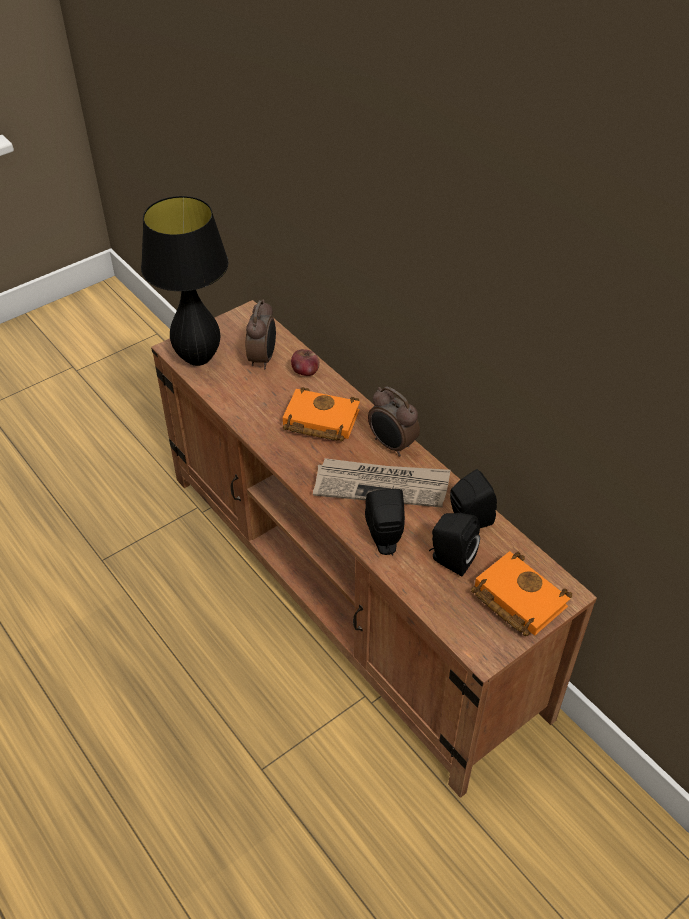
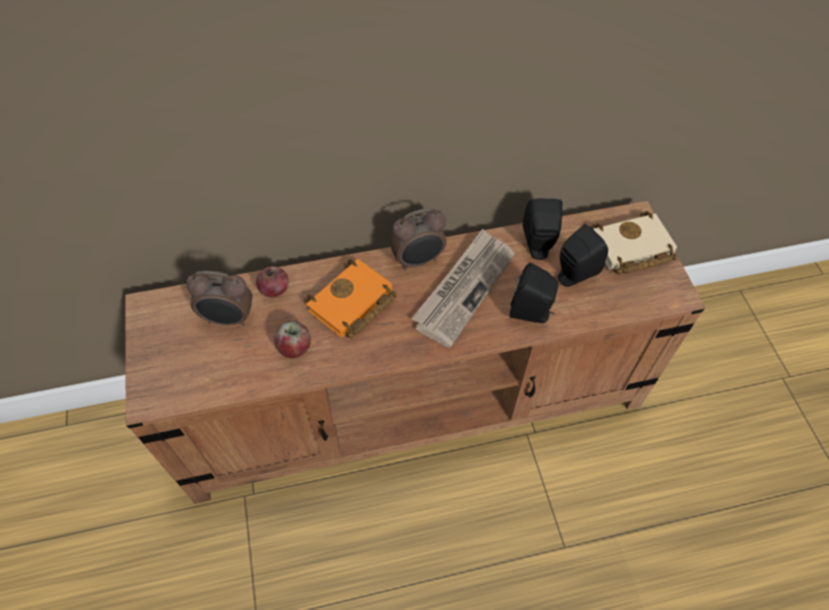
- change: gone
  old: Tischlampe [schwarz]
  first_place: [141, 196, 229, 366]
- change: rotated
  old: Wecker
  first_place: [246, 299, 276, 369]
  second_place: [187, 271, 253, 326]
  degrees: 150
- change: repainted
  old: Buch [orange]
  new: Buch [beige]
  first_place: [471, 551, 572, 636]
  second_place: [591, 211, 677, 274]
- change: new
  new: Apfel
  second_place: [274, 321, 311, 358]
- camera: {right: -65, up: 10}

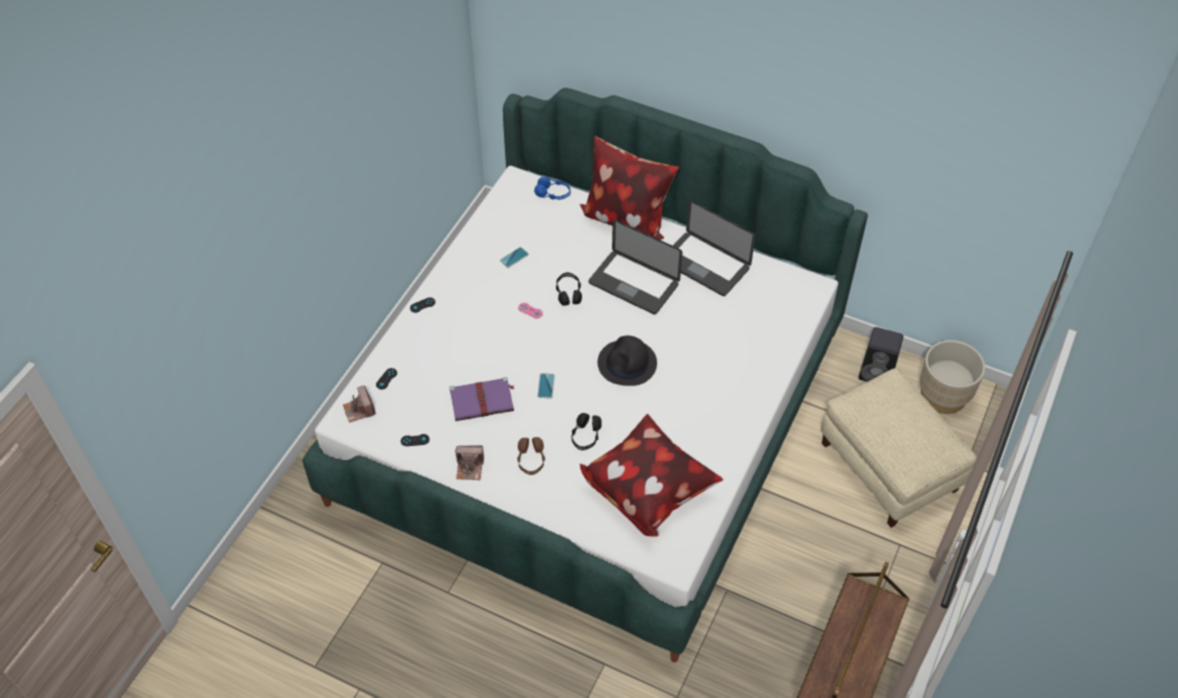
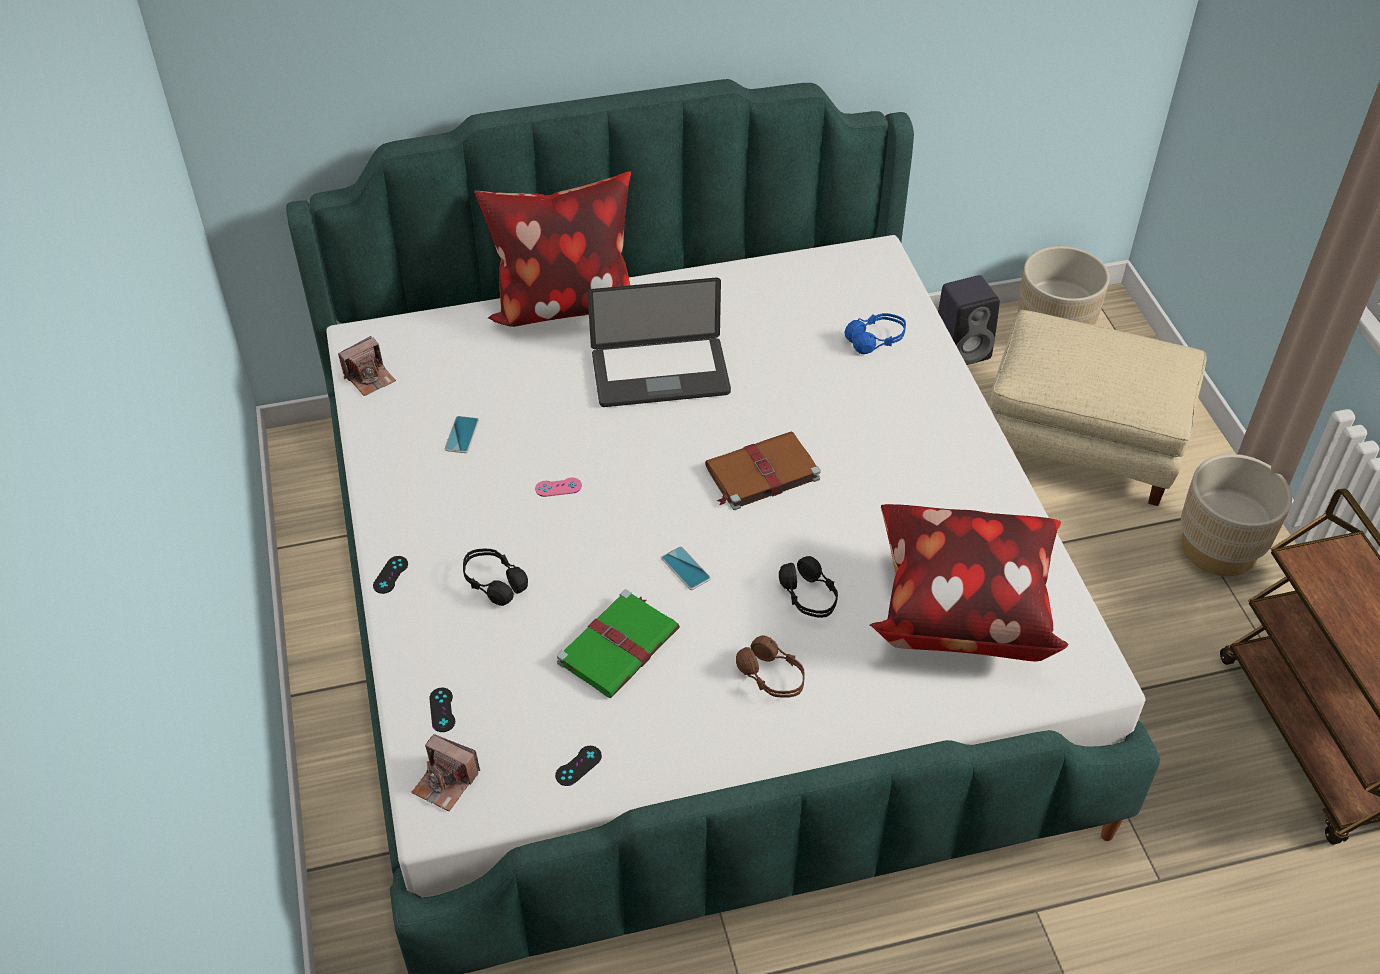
- change: repainted
  old: Buch [lila]
  new: Buch [grün]
  first_place: [449, 377, 515, 421]
  second_place: [557, 589, 680, 698]
- change: shifted
  old: Kamera
  first_place: [455, 445, 484, 480]
  second_place: [338, 336, 396, 396]
- change: shifted
  old: Kopfhörer [blau]
  first_place: [534, 177, 570, 200]
  second_place: [844, 313, 906, 354]
- change: shifted
  old: Kopfhörer [schwarz]
  first_place: [556, 272, 582, 306]
  second_place: [463, 549, 528, 606]
- change: swapped
  old: Hut [schwarz]
  new: Buch [braun]
  first_place: [598, 336, 657, 386]
  second_place: [705, 431, 821, 510]
- change: gone
  old: Laptop
  first_place: [673, 200, 755, 296]
- change: new
  new: Pflanzkübel [beige]
  second_place: [1181, 454, 1292, 576]
- camera: {right: -40, up: -5}

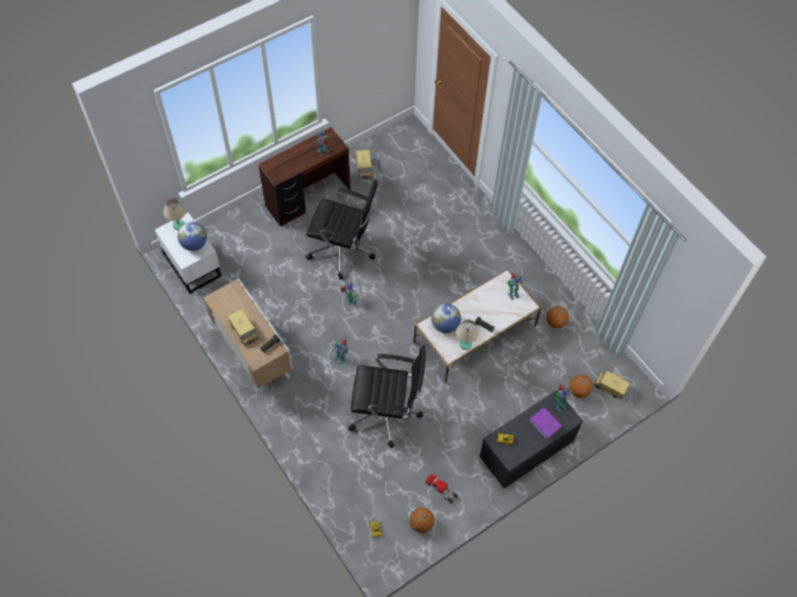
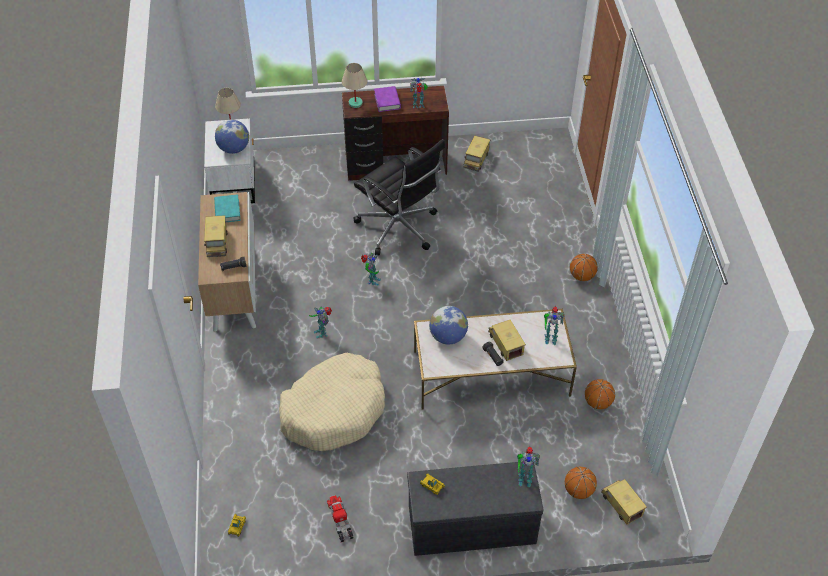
- change: swapped
  old: Bürostuhl [schwarz]
  new: Hundebett [beige]
  first_place: [348, 345, 426, 448]
  second_place: [279, 353, 385, 451]
- change: shifted
  old: Basketball
  first_place: [410, 507, 434, 533]
  second_place: [570, 254, 598, 281]
- change: shifted
  old: Tischlampe [beige]
  first_place: [456, 319, 479, 350]
  second_place: [342, 63, 368, 108]
- change: shifted
  old: Buch [lila]
  first_place: [529, 407, 562, 440]
  second_place: [374, 86, 401, 112]
- change: new
  new: Buch [türkis]
  second_place: [214, 194, 241, 222]
- change: new
  new: Spielzeuglaster
  second_place: [488, 320, 526, 361]
- camera: {right: 30, up: -10}

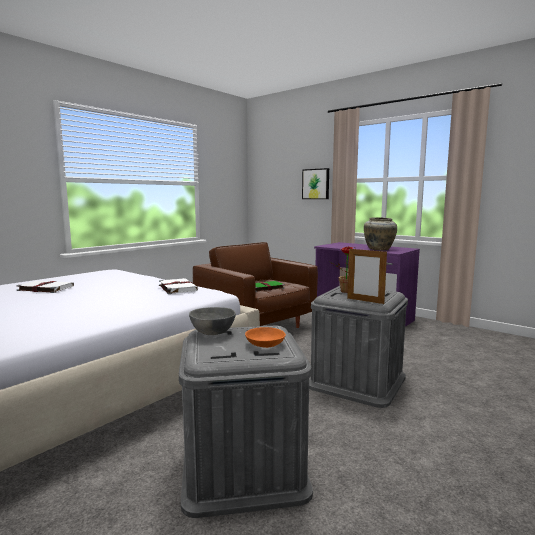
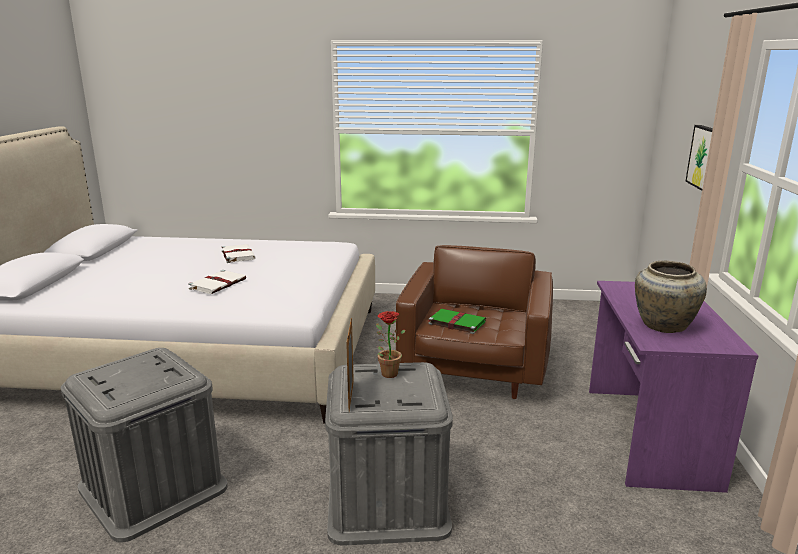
- change: shifted
  old: Buch [weiß]
  first_place: [159, 278, 198, 294]
  second_place: [188, 270, 246, 294]
- change: gone
  old: Schüssel [grau]
  first_place: [189, 307, 236, 335]
- change: gone
  old: Schüssel [orange]
  first_place: [245, 327, 286, 348]
- camera: {right: 55, up: 10}

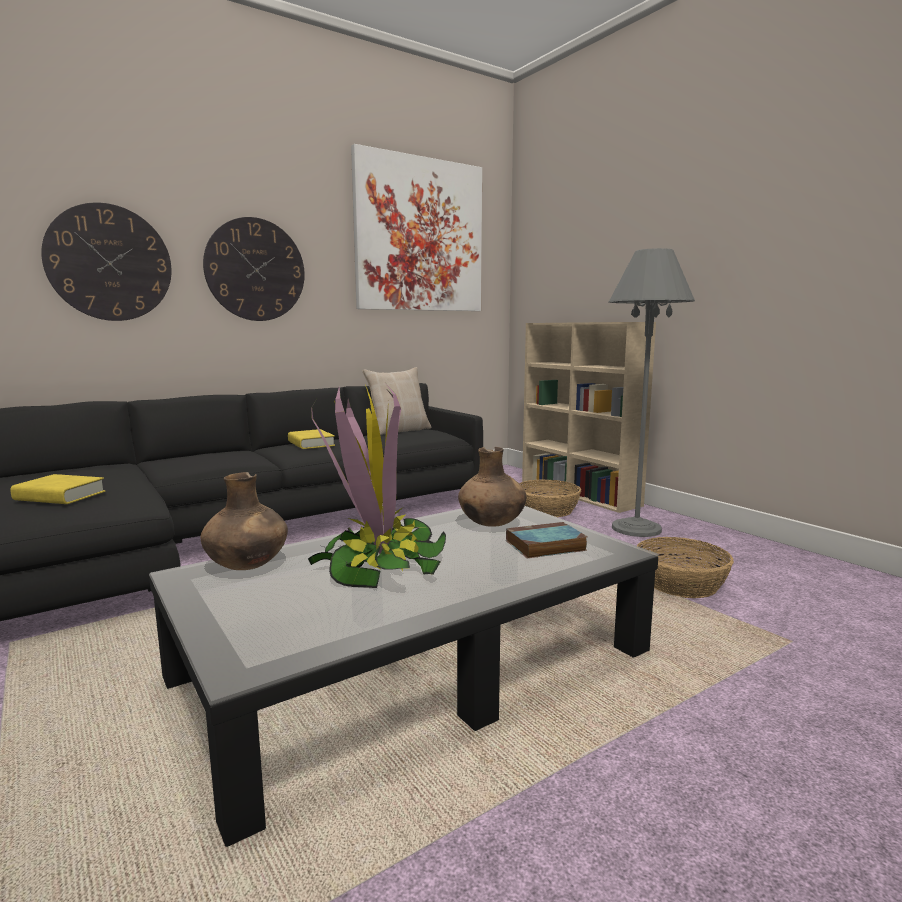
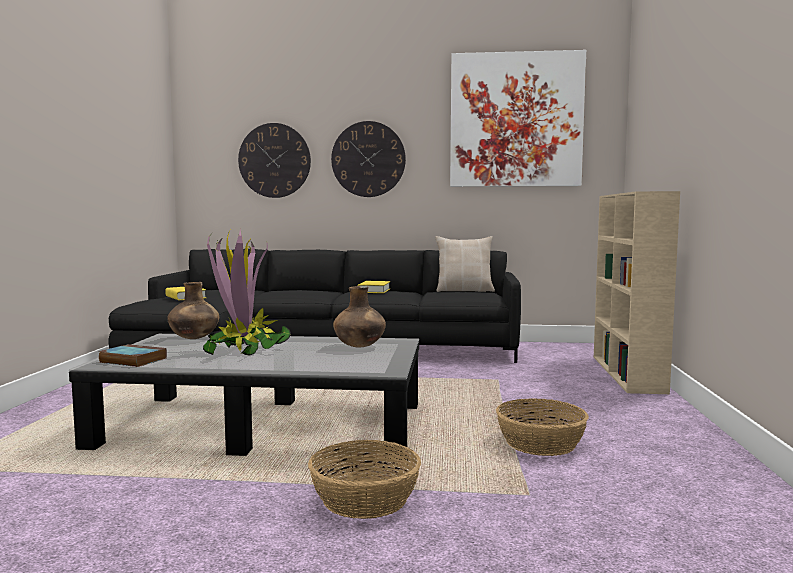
- change: shifted
  old: Buch
  first_place: [506, 522, 588, 558]
  second_place: [98, 344, 167, 367]
- change: shifted
  old: Korb
  first_place: [519, 479, 581, 517]
  second_place: [308, 440, 421, 519]
- change: gone
  old: Stehlampe [grau]
  first_place: [609, 248, 695, 537]
- camera: {right: 40, up: -5}

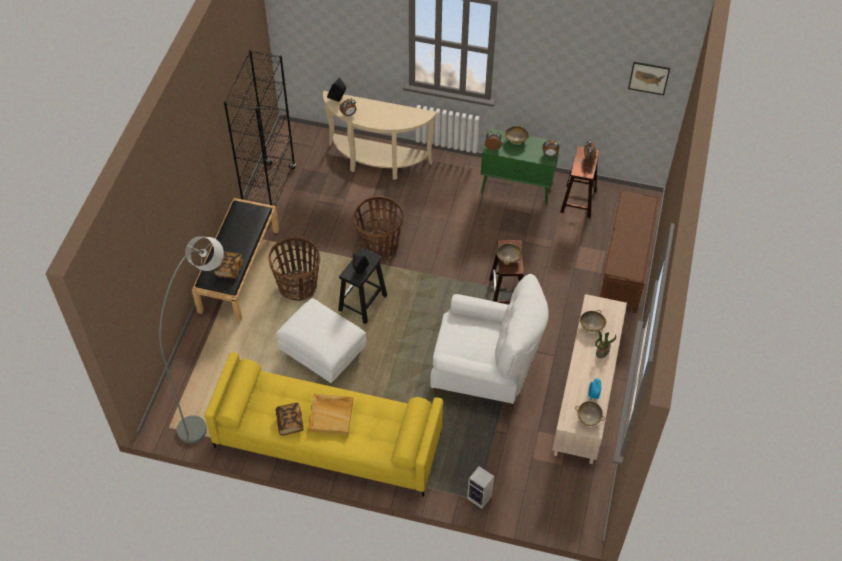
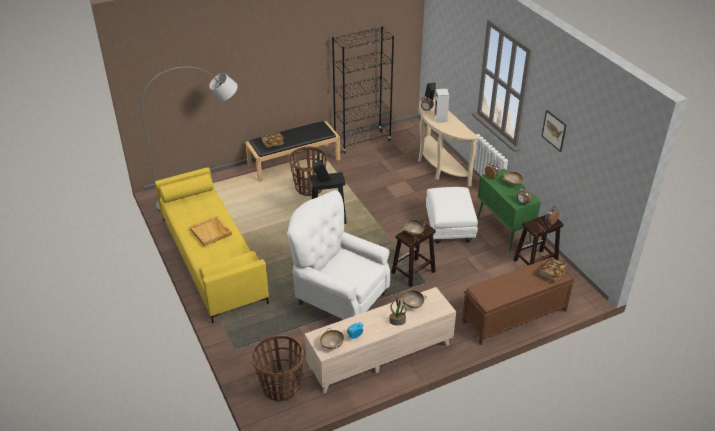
- change: shifted
  old: Polsterhocker [weiß]
  first_place: [276, 298, 367, 383]
  second_place: [426, 187, 478, 244]
- change: shifted
  old: Buch
  first_place: [276, 402, 304, 436]
  second_place: [538, 258, 567, 282]
- change: shifted
  old: Korb
  first_place: [353, 196, 404, 259]
  second_place: [252, 335, 304, 401]
- change: rotated
  old: Sessel [weiß]
  first_place: [430, 274, 549, 408]
  second_place: [287, 190, 390, 320]
  degrees: 150
- change: shifted
  old: Lautsprecher
  first_place: [467, 466, 494, 509]
  second_place: [434, 89, 449, 122]
- change: shifted
  old: Bild
  first_place: [628, 62, 670, 95]
  second_place: [541, 110, 567, 152]
- camera: {right: 50, up: -15}

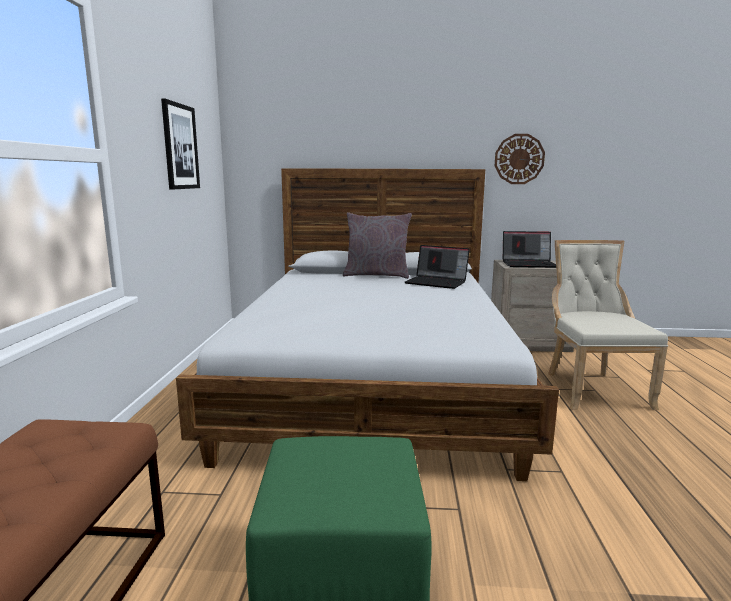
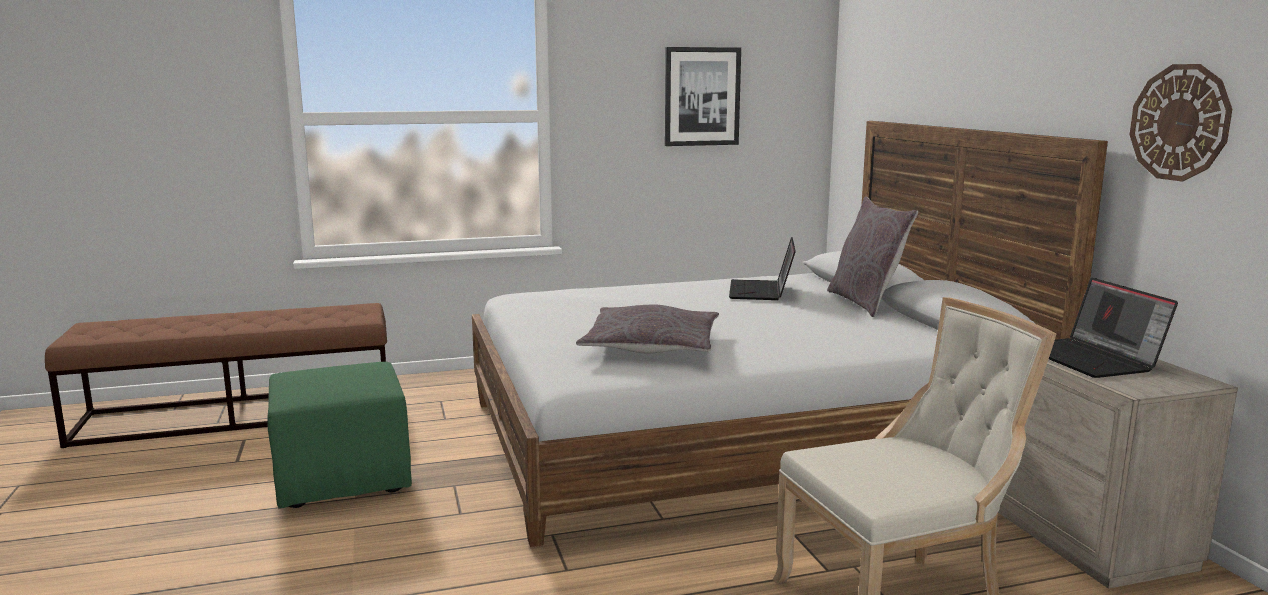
- change: shifted
  old: Laptop
  first_place: [405, 245, 470, 289]
  second_place: [729, 237, 796, 300]
- change: new
  new: Kissen [grau]
  second_place: [576, 304, 719, 353]
- camera: {right: 70, up: 0}

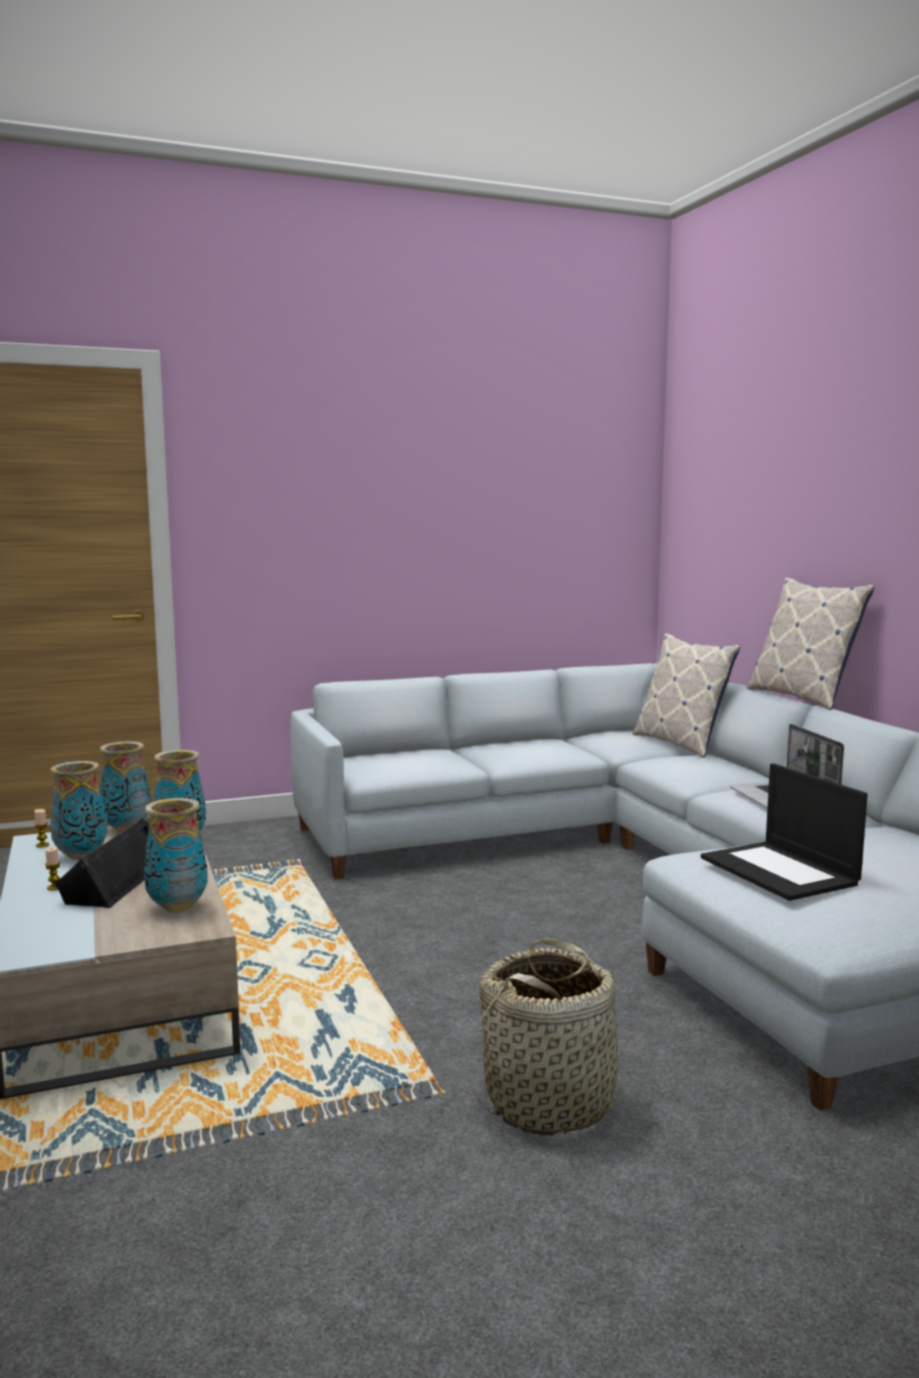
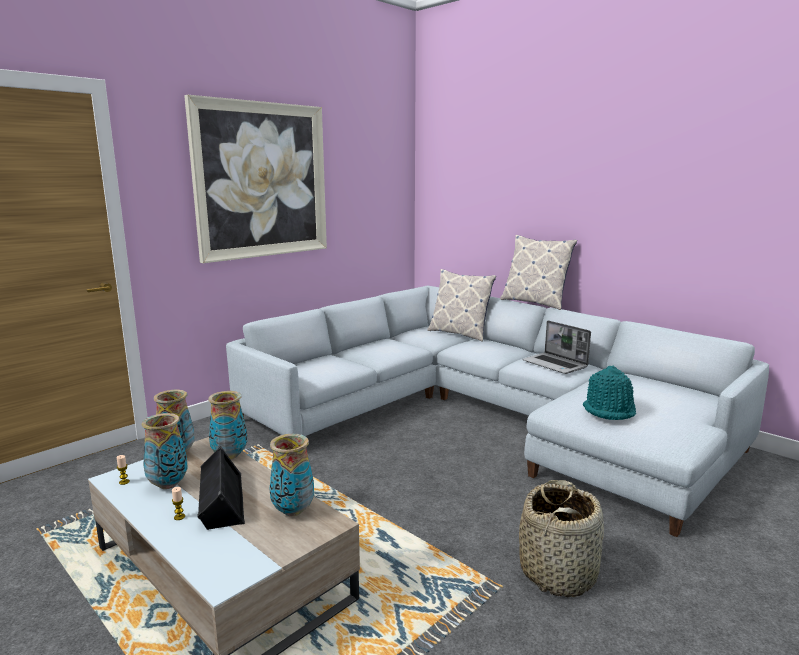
- change: swapped
  old: Laptop
  new: Hut [türkis]
  first_place: [701, 763, 868, 901]
  second_place: [583, 366, 636, 420]
- change: new
  new: Bild
  second_place: [184, 95, 327, 263]
- camera: {right: -25, up: 5}

